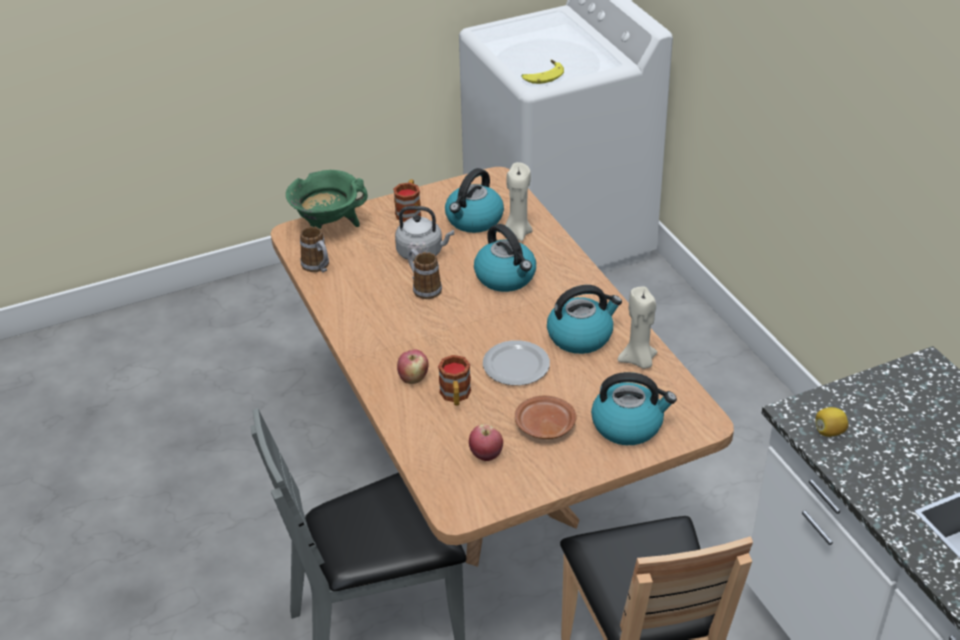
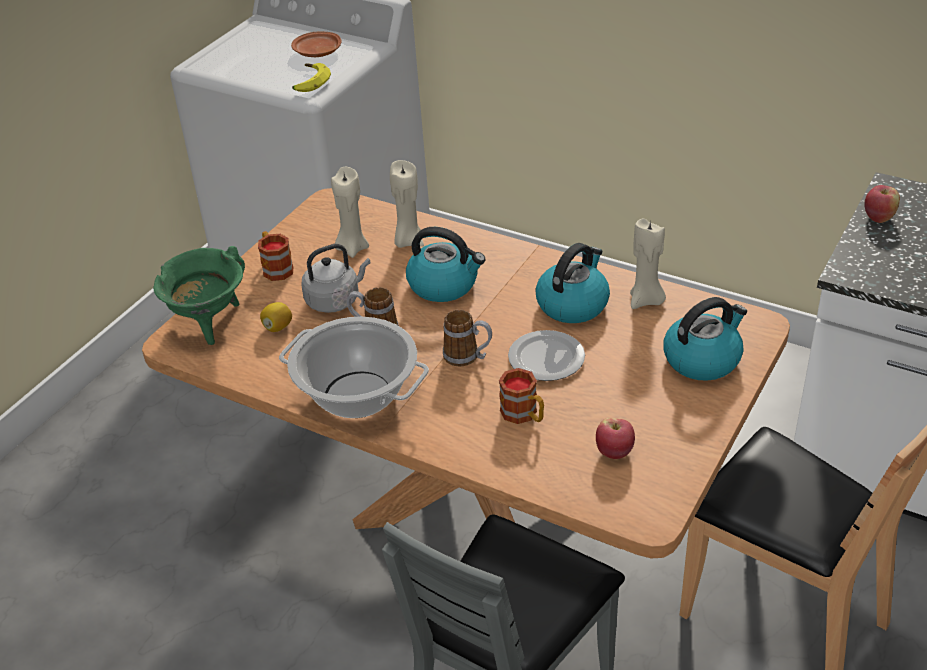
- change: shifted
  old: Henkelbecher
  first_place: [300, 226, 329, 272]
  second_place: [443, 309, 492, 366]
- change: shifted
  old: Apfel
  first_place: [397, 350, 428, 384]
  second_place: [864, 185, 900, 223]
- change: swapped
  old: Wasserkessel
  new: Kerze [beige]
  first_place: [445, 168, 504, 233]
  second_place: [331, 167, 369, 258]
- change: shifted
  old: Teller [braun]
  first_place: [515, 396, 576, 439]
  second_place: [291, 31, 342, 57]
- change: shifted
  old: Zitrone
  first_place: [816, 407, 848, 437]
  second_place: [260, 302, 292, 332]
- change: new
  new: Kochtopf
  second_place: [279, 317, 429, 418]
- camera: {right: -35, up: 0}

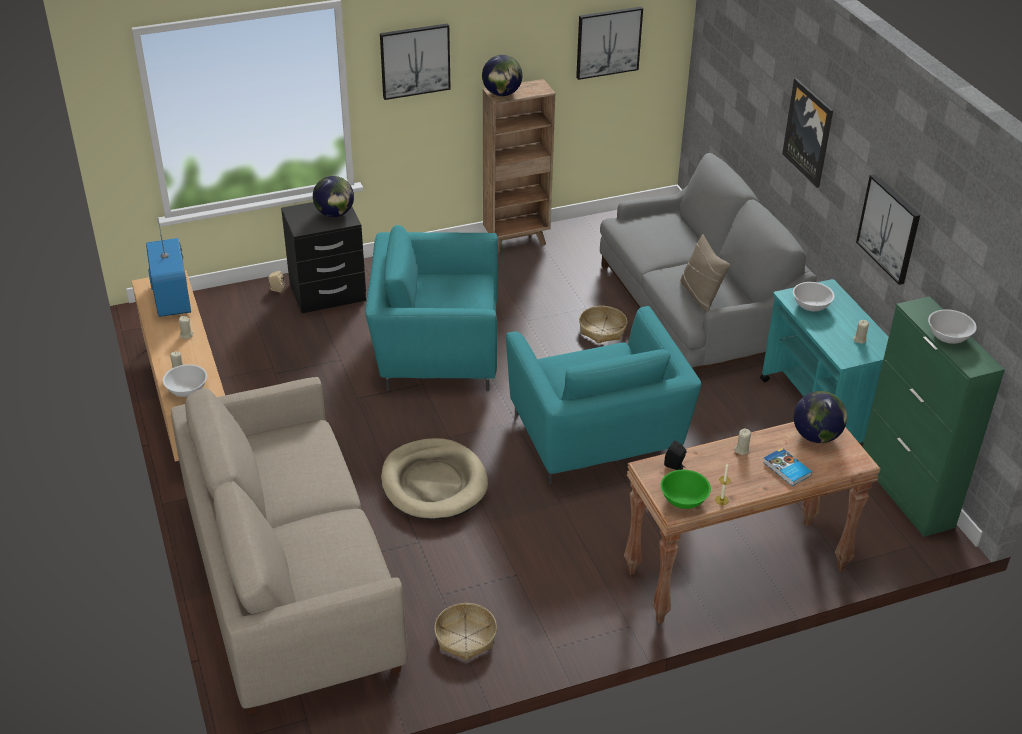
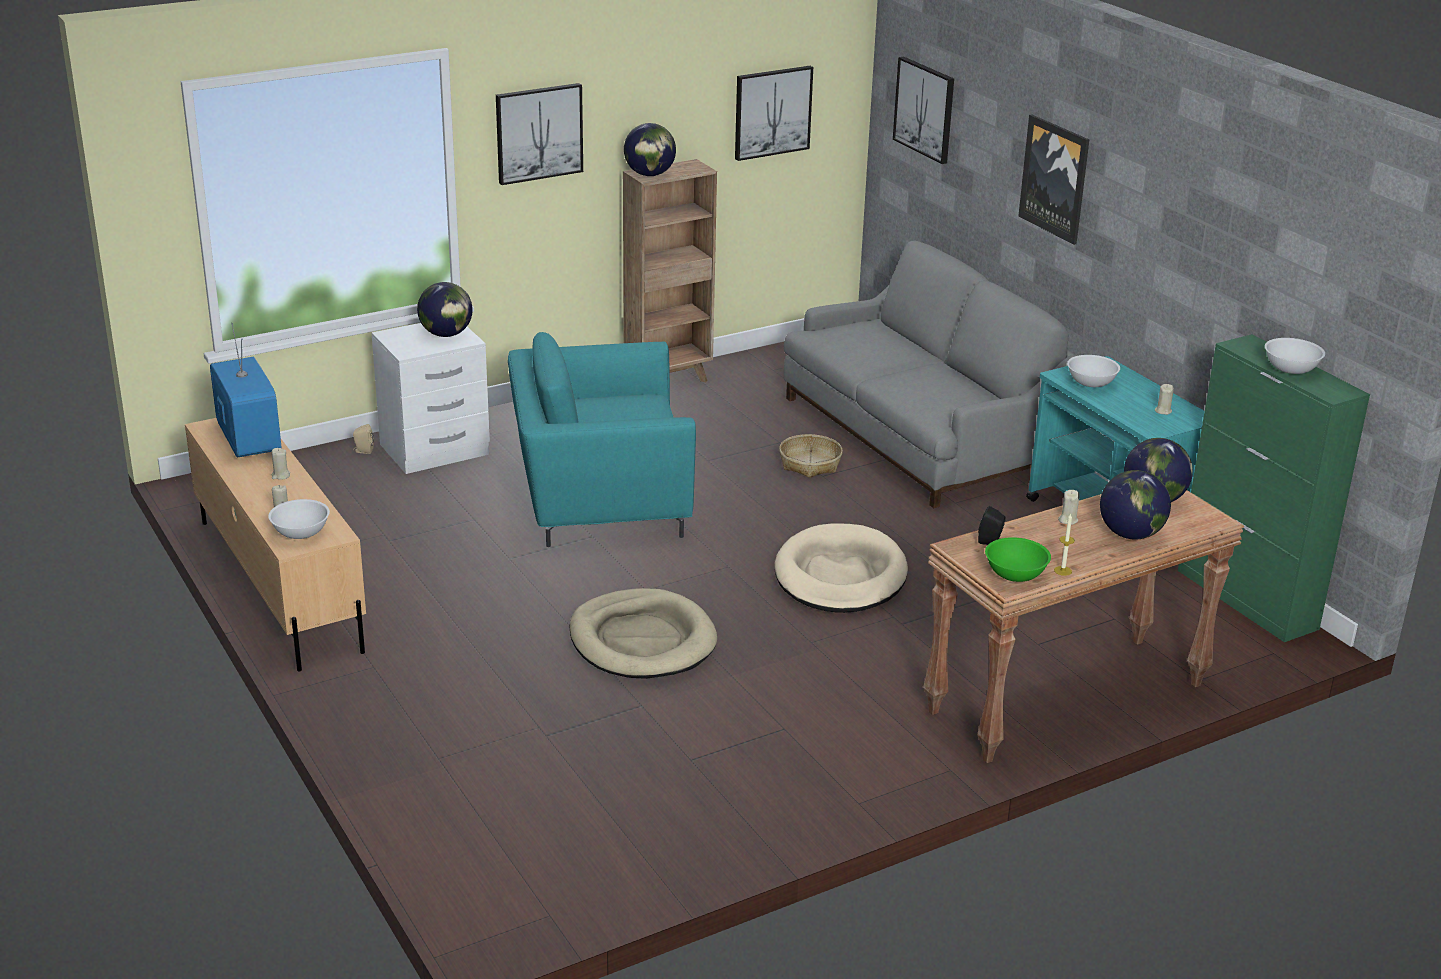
- change: gone
  old: Sofa [beige]
  first_place: [171, 377, 408, 714]
- change: repainted
  old: Nachttisch [schwarz]
  new: Nachttisch [weiß]
  first_place: [281, 202, 366, 313]
  second_place: [372, 323, 490, 474]
- change: gone
  old: Korb
  first_place: [434, 603, 497, 661]
- change: swapped
  old: Sessel [türkis]
  new: Hundebett [beige]
  first_place: [506, 306, 701, 484]
  second_place: [774, 523, 908, 613]
- change: gone
  old: Kissen [beige]
  first_place: [680, 234, 730, 312]
- change: swapped
  old: Buch
  new: Globus
  first_place: [763, 448, 812, 486]
  second_place: [1100, 470, 1171, 540]
- change: shifted
  old: Bild
  first_place: [856, 174, 920, 285]
  second_place: [893, 56, 954, 164]
- camera: {right: -10, up: -10}

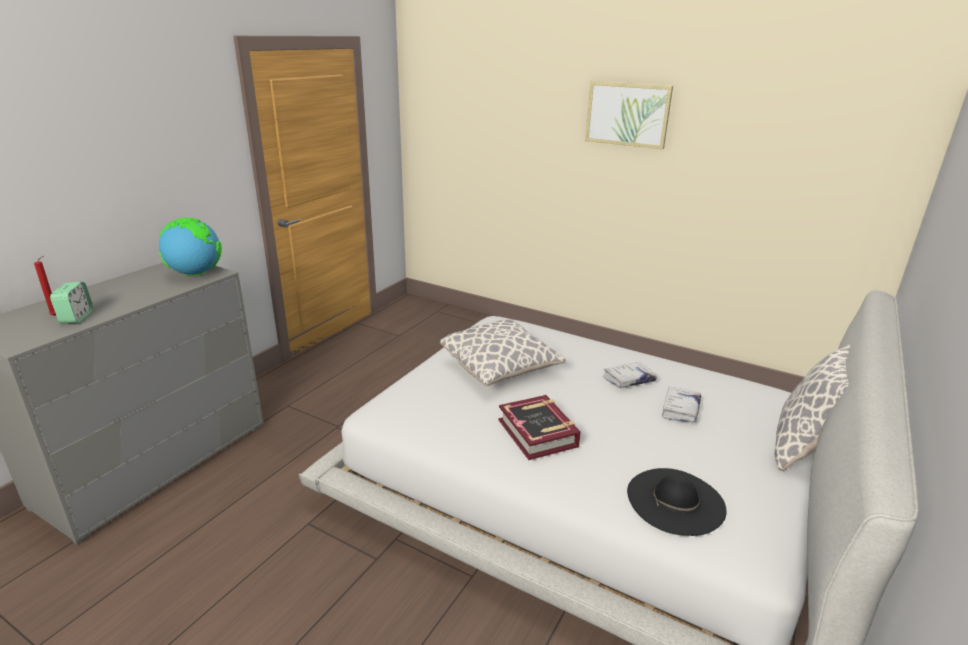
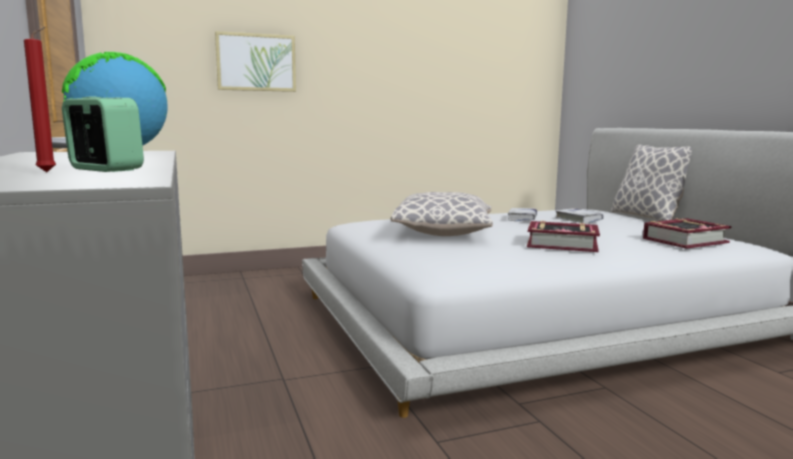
- change: shifted
  old: Bild
  first_place: [585, 81, 673, 149]
  second_place: [215, 31, 296, 92]
- change: swapped
  old: Hut [schwarz]
  new: Buch
  first_place: [627, 468, 727, 536]
  second_place: [643, 218, 732, 249]
- camera: {right: -50, up: -15}

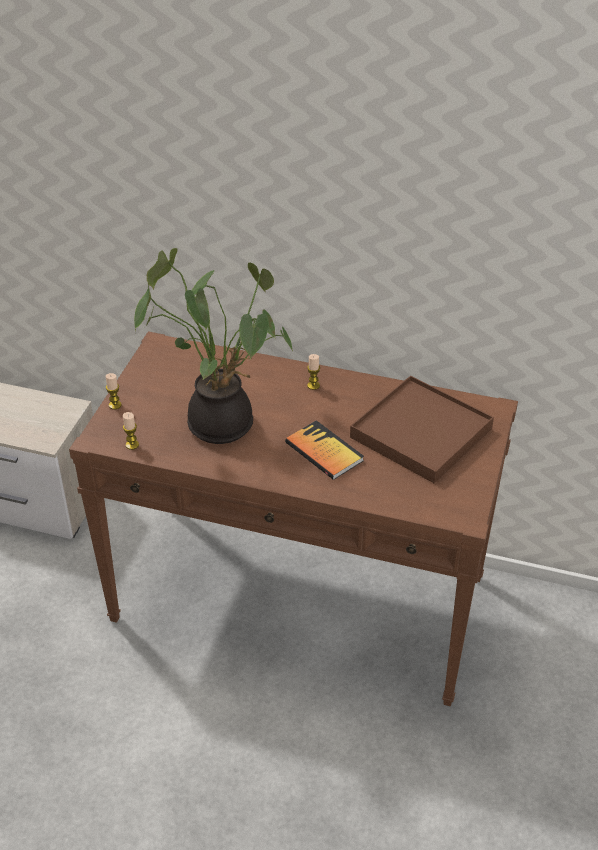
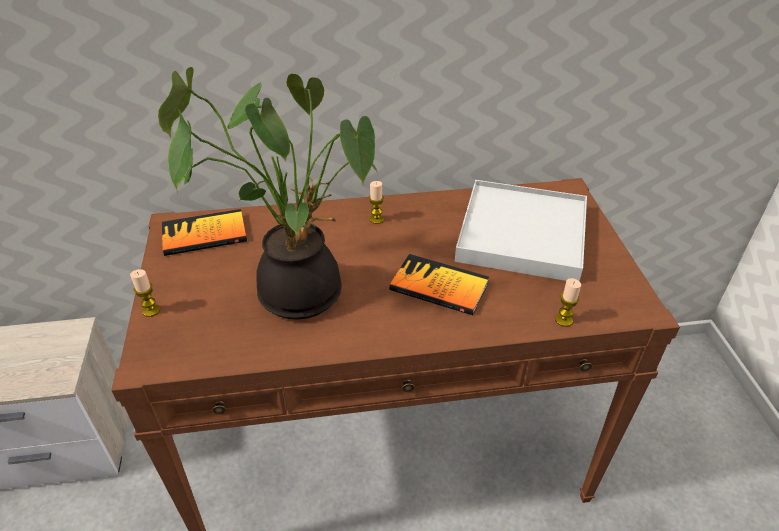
- change: shifted
  old: Kerze
  first_place: [123, 412, 139, 450]
  second_place: [555, 278, 581, 327]
- change: repainted
  old: Tablett [braun]
  new: Tablett [weiß]
  first_place: [350, 376, 494, 483]
  second_place: [455, 180, 587, 282]
- change: new
  new: Buch
  second_place: [162, 209, 247, 256]
- camera: {right: -25, up: 0}

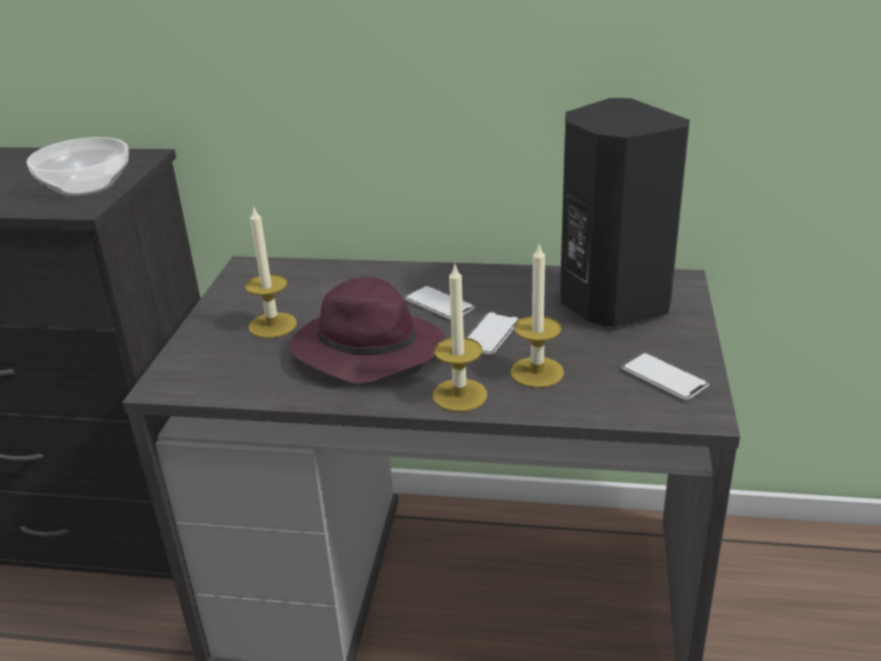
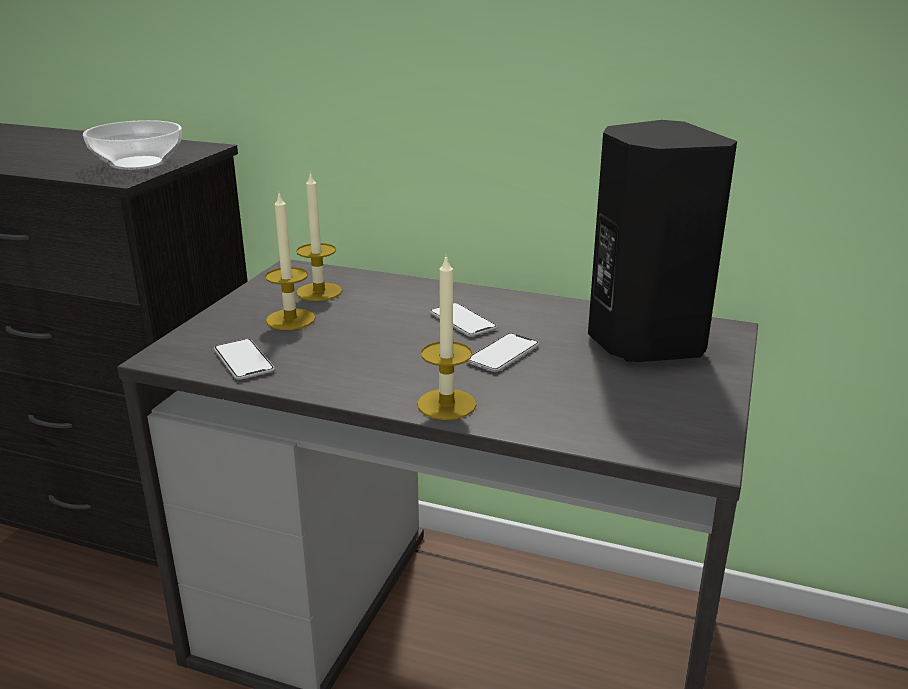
- change: gone
  old: Hut [lila]
  first_place: [289, 277, 445, 384]
- change: shifted
  old: Kerze
  first_place: [510, 245, 564, 388]
  second_place: [296, 171, 342, 301]
- change: shifted
  old: Handy
  first_place: [622, 353, 709, 400]
  second_place: [214, 339, 275, 380]
- camera: {right: 10, up: -5}

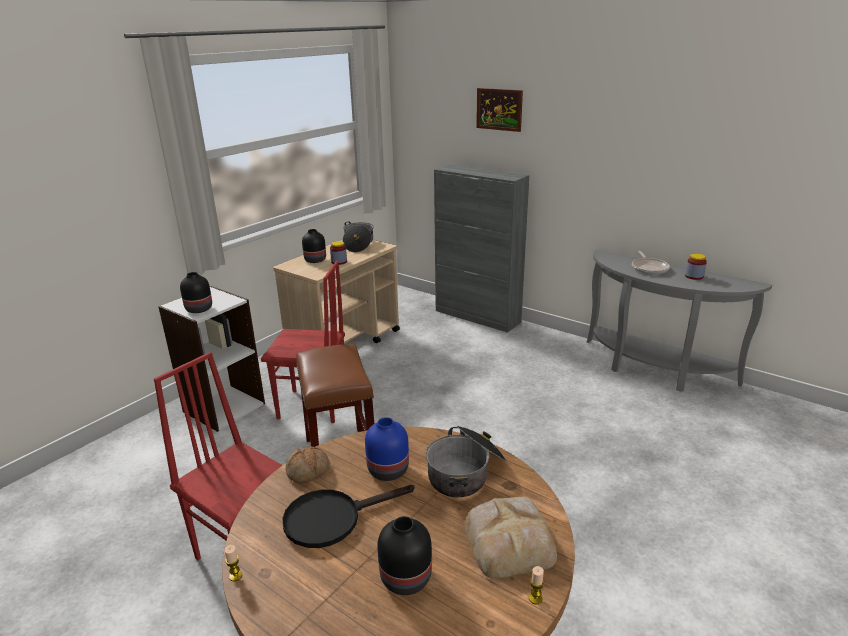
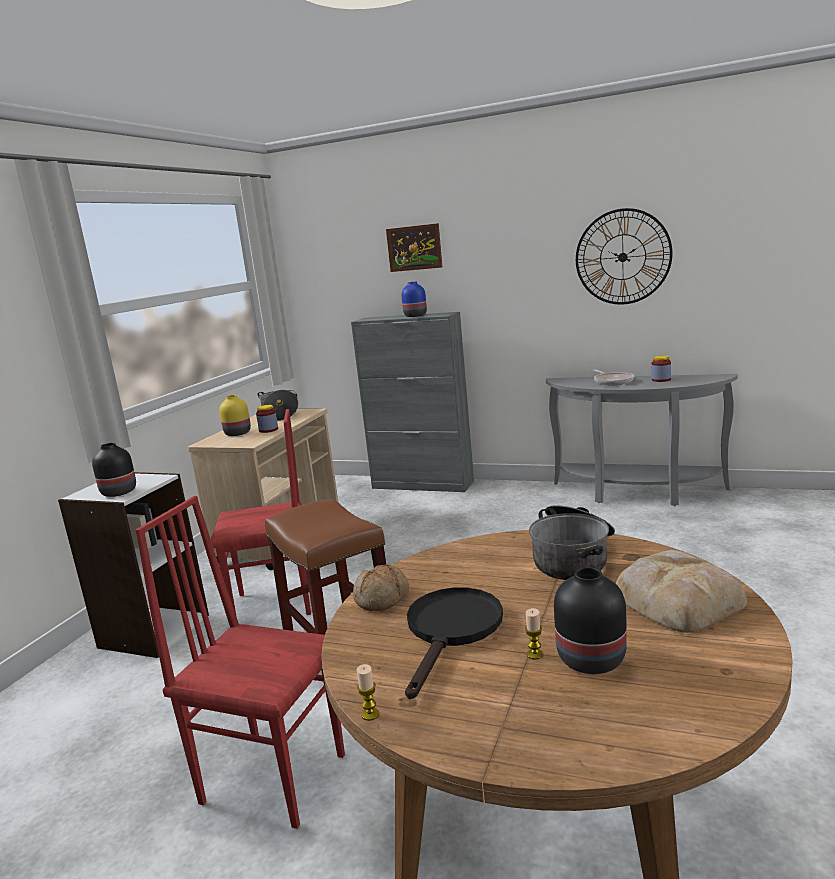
- change: rotated
  old: Pfanne [schwarz]
  first_place: [282, 485, 414, 548]
  second_place: [405, 587, 503, 699]
  degrees: 150
- change: repainted
  old: Vase [schwarz]
  new: Vase [gelb]
  first_place: [302, 229, 326, 263]
  second_place: [219, 395, 251, 436]
- change: shifted
  old: Vase [blau]
  first_place: [365, 417, 409, 481]
  second_place: [401, 281, 427, 317]
- change: shifted
  old: Kerze
  first_place: [529, 566, 544, 605]
  second_place: [525, 608, 543, 660]
- change: new
  new: Wanduhr
  second_place: [576, 208, 673, 305]
- camera: {right: -15, up: -10}

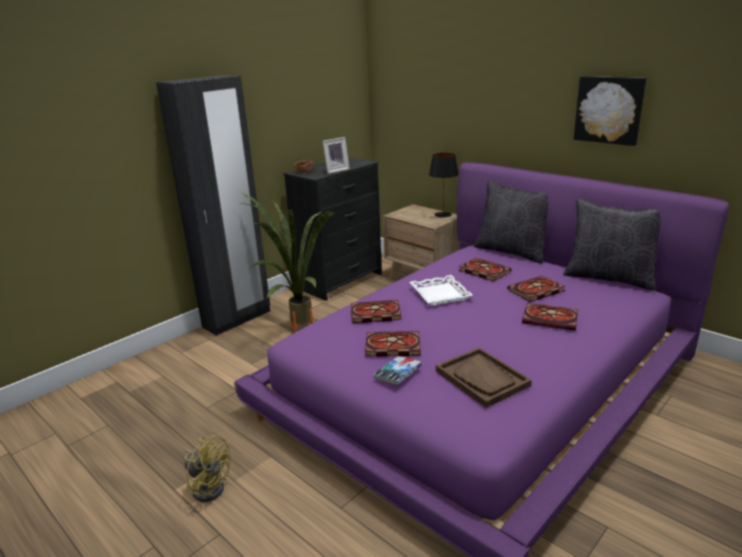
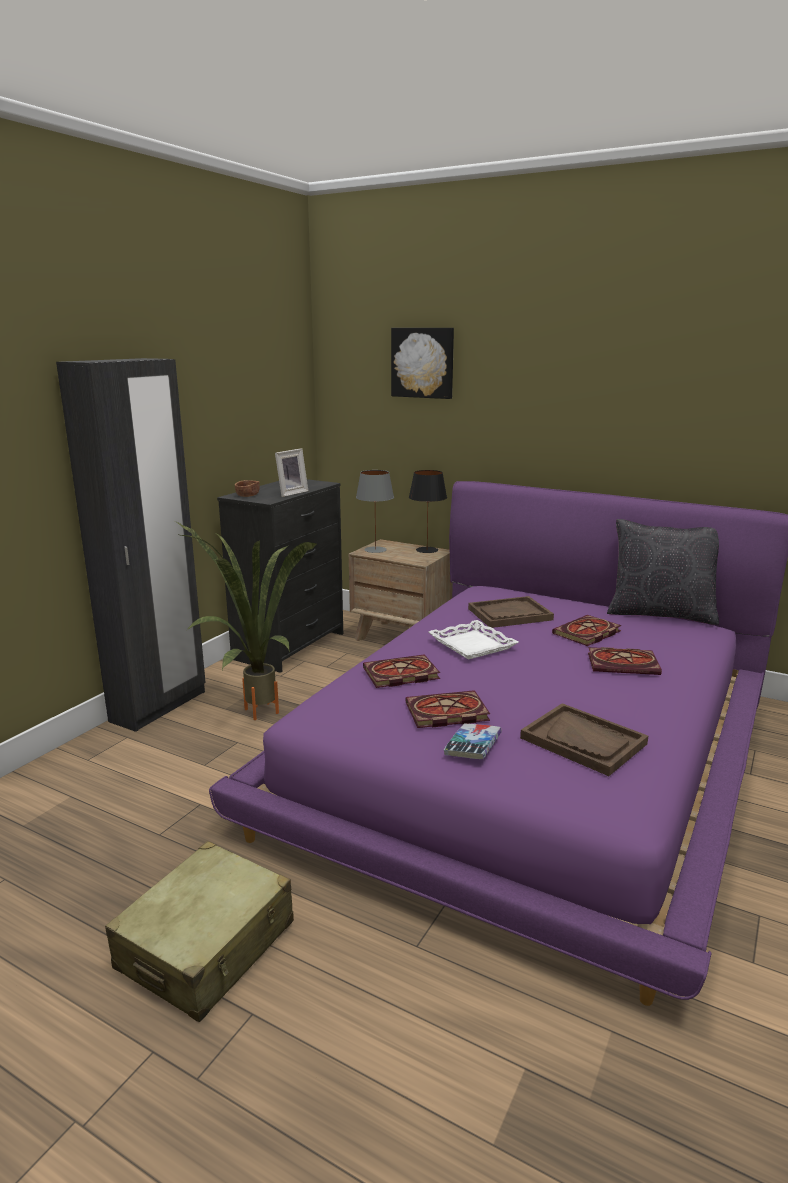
- change: swapped
  old: Ventilator [gelb]
  new: Koffer [beige]
  first_place: [185, 435, 231, 502]
  second_place: [105, 841, 294, 1022]
- change: swapped
  old: Buch
  new: Tablett [braun]
  first_place: [459, 258, 511, 281]
  second_place: [468, 596, 554, 628]
- change: gone
  old: Kissen [schwarz]
  first_place: [473, 181, 549, 263]
- change: shifted
  old: Bild
  first_place: [574, 76, 647, 146]
  second_place: [391, 328, 454, 399]
- change: new
  new: Tischlampe [grau]
  second_place: [356, 470, 394, 553]
- camera: {right: -15, up: -5}

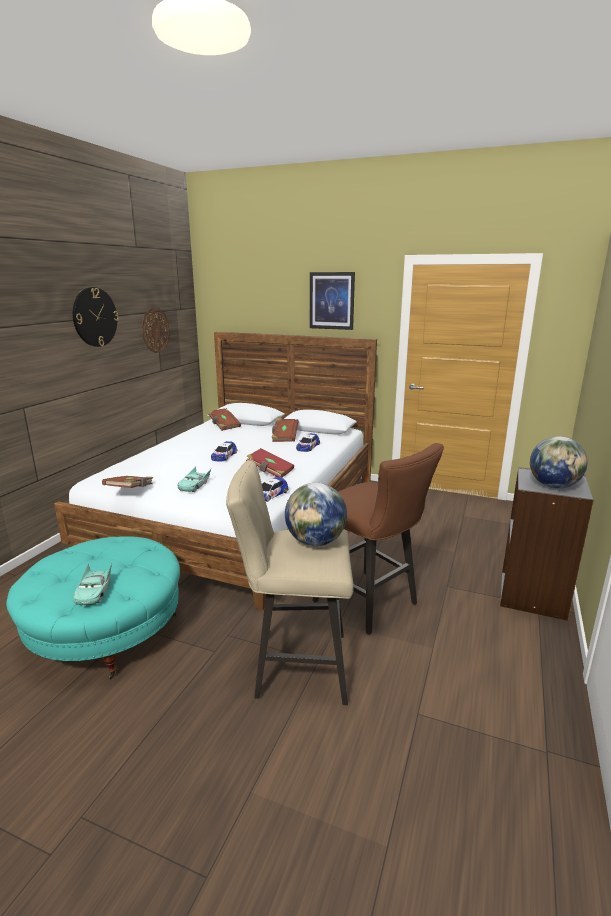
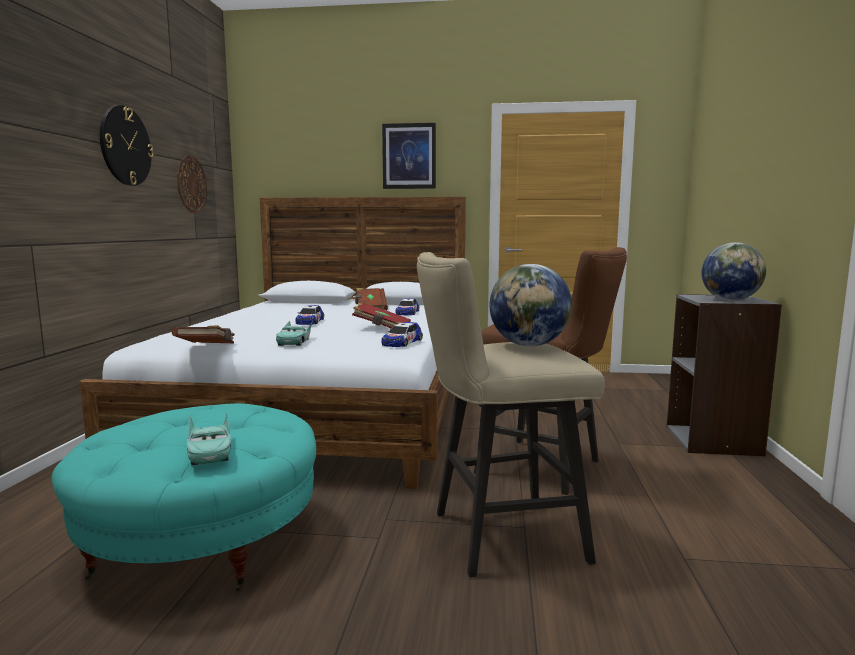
- change: gone
  old: Buch [braun]
  first_place: [208, 408, 241, 431]
- camera: {right: -15, up: -10}

